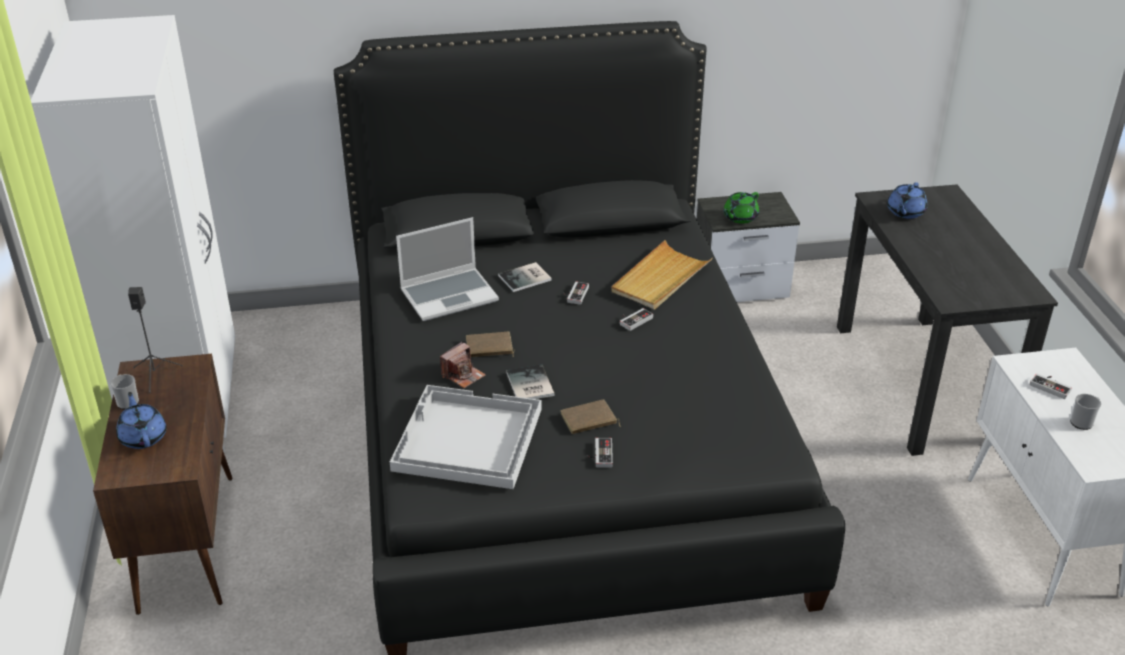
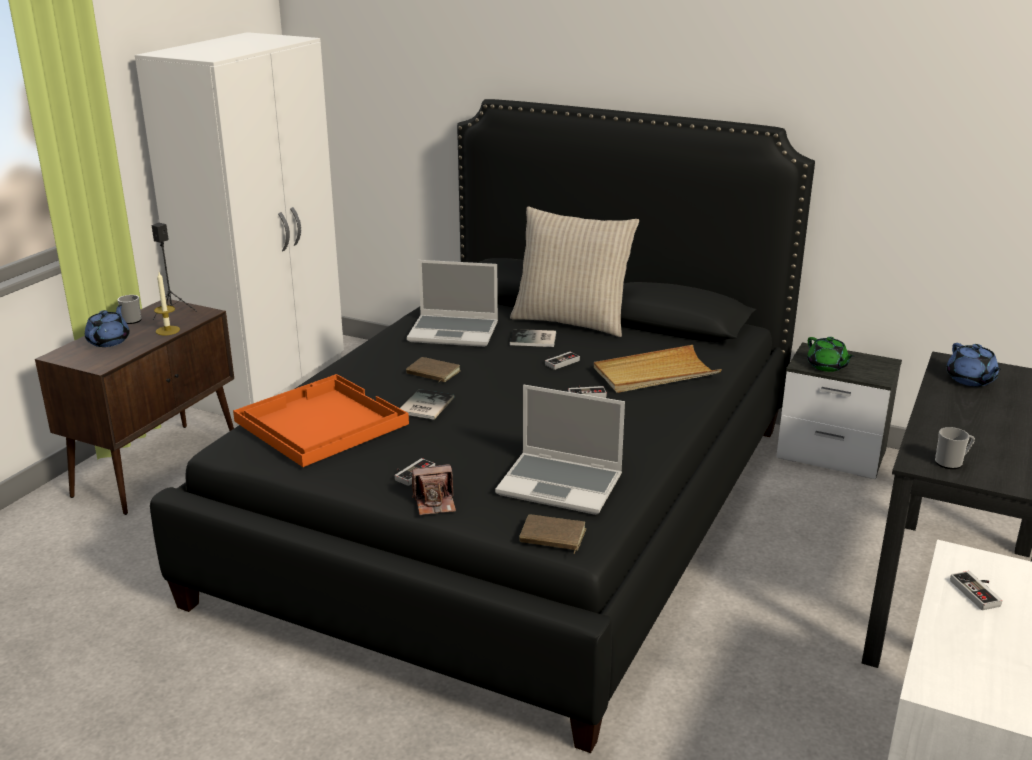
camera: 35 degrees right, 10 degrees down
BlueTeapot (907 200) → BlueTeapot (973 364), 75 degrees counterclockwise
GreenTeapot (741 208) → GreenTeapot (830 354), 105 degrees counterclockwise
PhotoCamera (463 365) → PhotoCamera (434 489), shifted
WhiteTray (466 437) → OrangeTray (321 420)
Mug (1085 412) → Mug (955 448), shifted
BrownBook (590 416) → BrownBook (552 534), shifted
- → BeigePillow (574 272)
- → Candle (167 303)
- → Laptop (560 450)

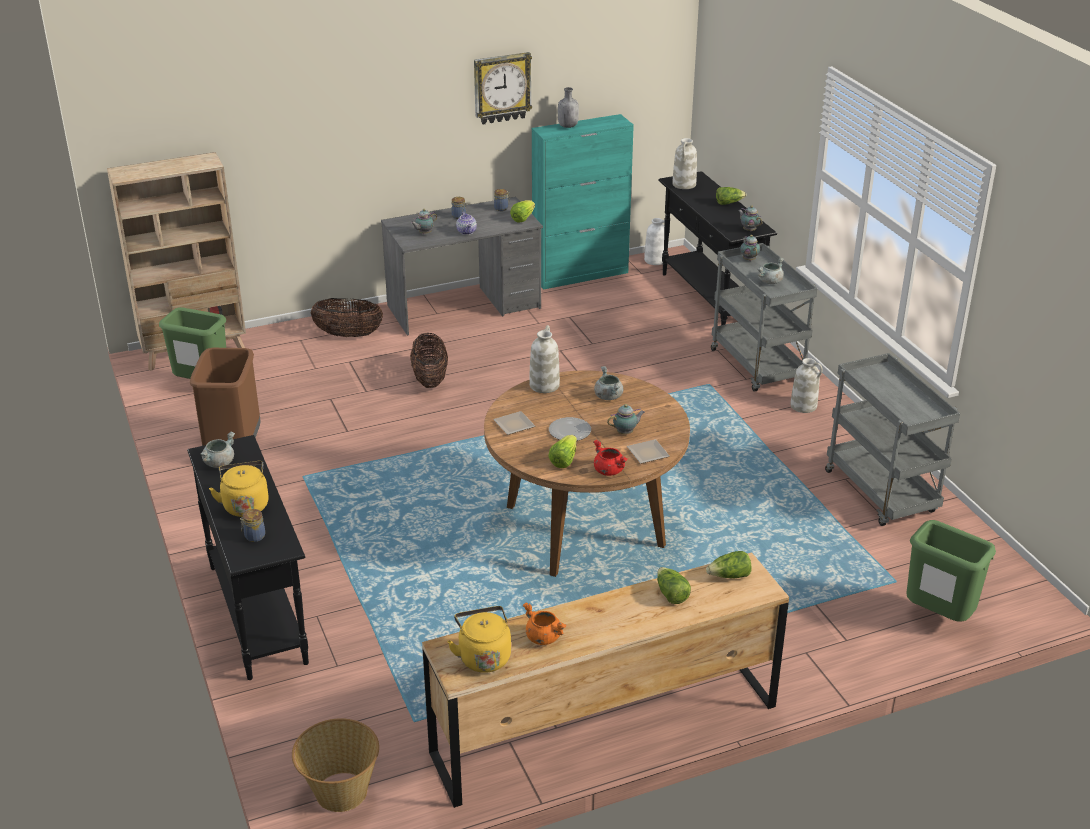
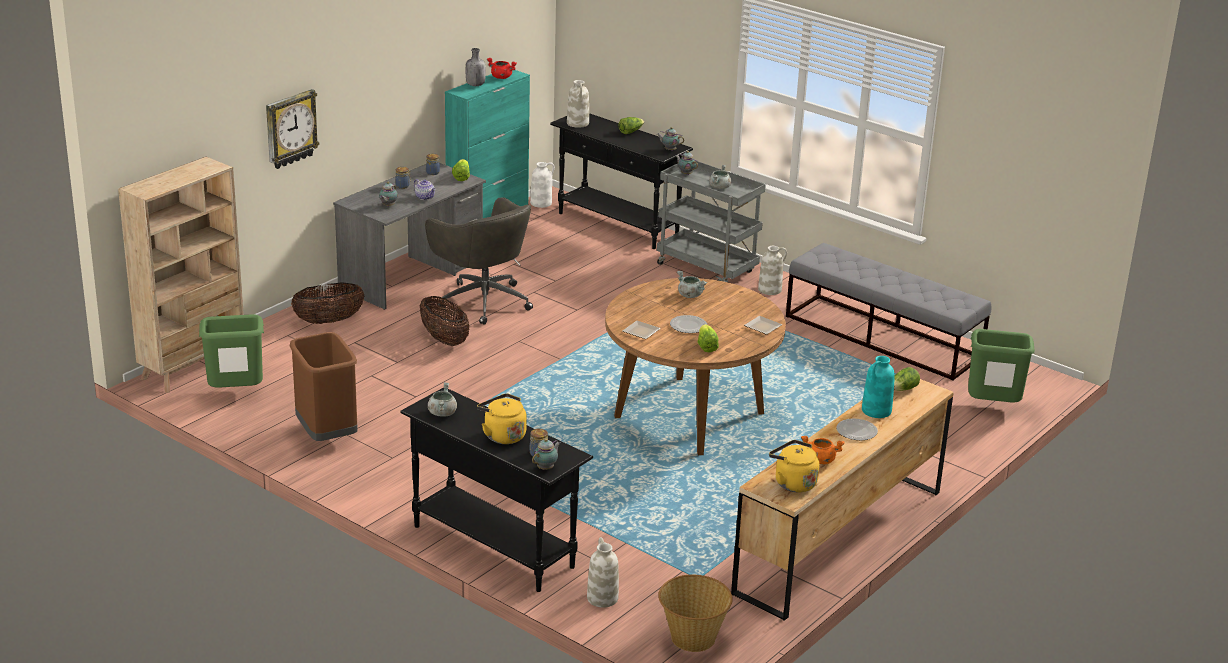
camera: 30 degrees left, 5 degrees down
WallClock (503 88) → WallClock (293 129), shifted
WhiteVase (544 359) → WhiteVase (603 572), shifted
GreyCart (892 439) → GreyBench (888 312)
Teapot (626 419) → Teapot (546 454), shifted
RedCookingPot (610 458) → RedCookingPot (502 68), shifted
Lettuce (674 585) → TurquoiseVase (878 387)
- → GreyOfficeChair (479 261)
- → Plate (857 429)

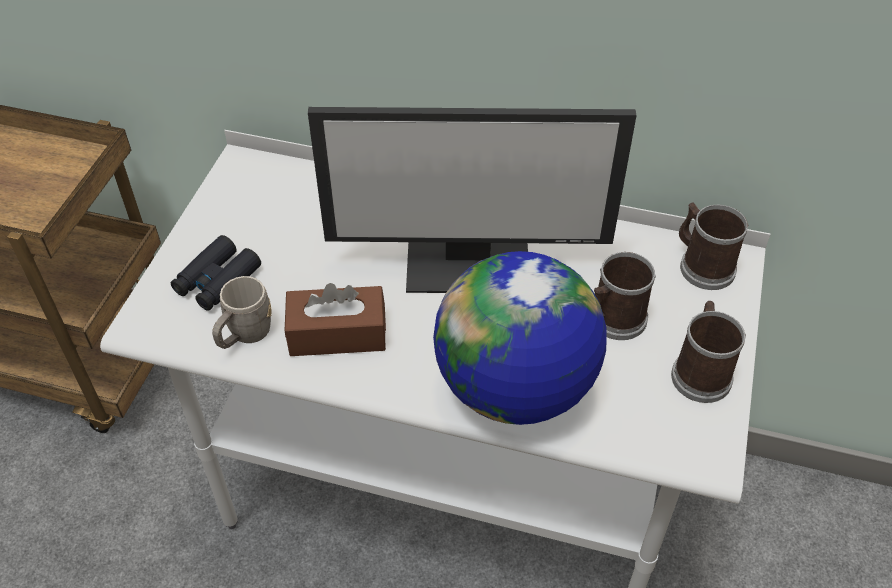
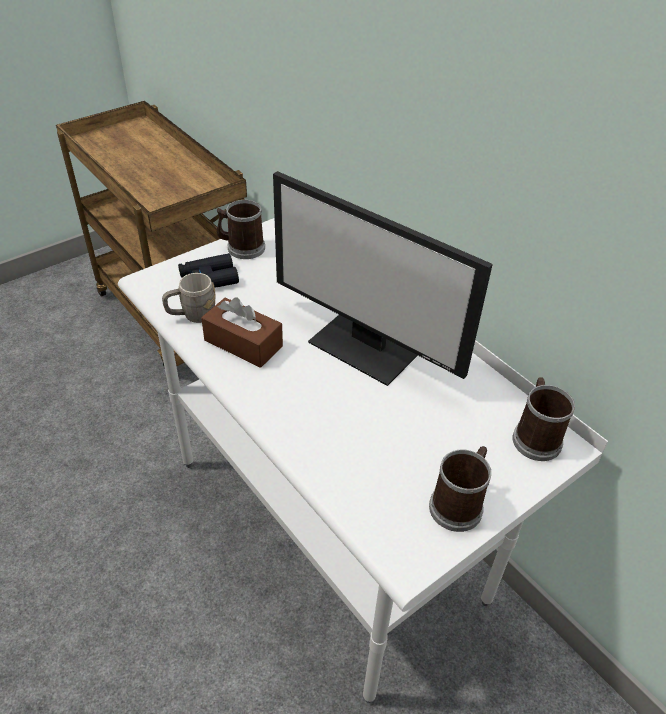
camera: 35 degrees right, 5 degrees down
Globe (520 338) → -
Mug (625 296) → Mug (241 229), shifted

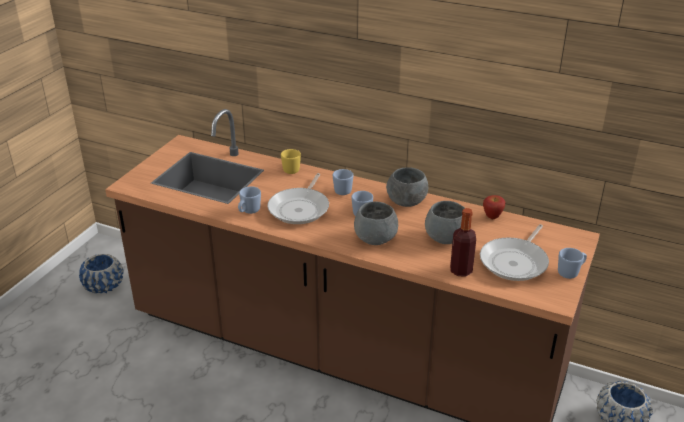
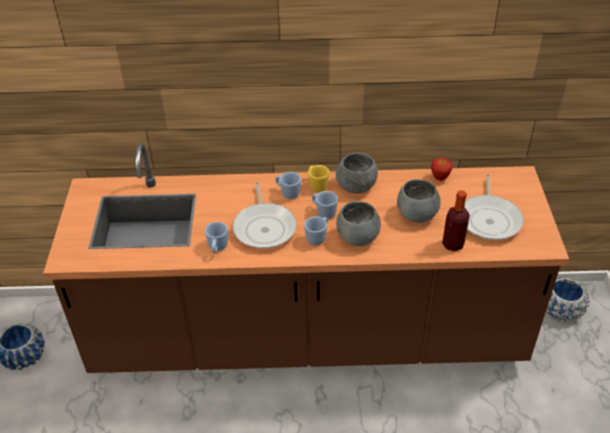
camera: 25 degrees left, 10 degrees up
YellowMug (291 161) → YellowMug (318 178), shifted
BlueMug (572 263) → BlueMug (316 230), shifted

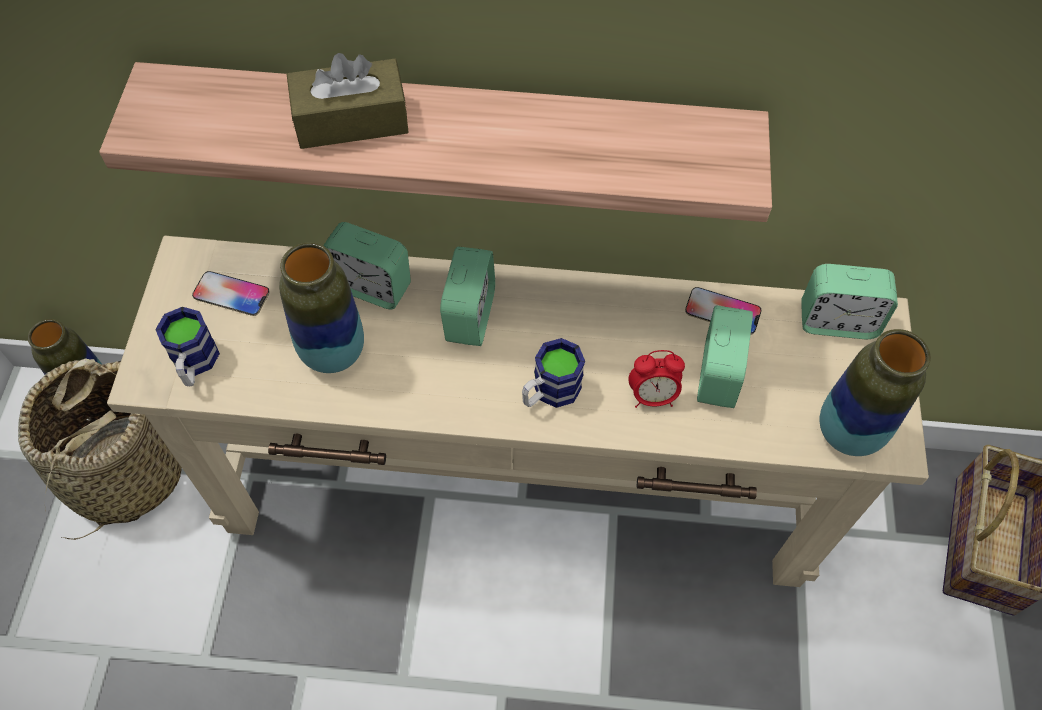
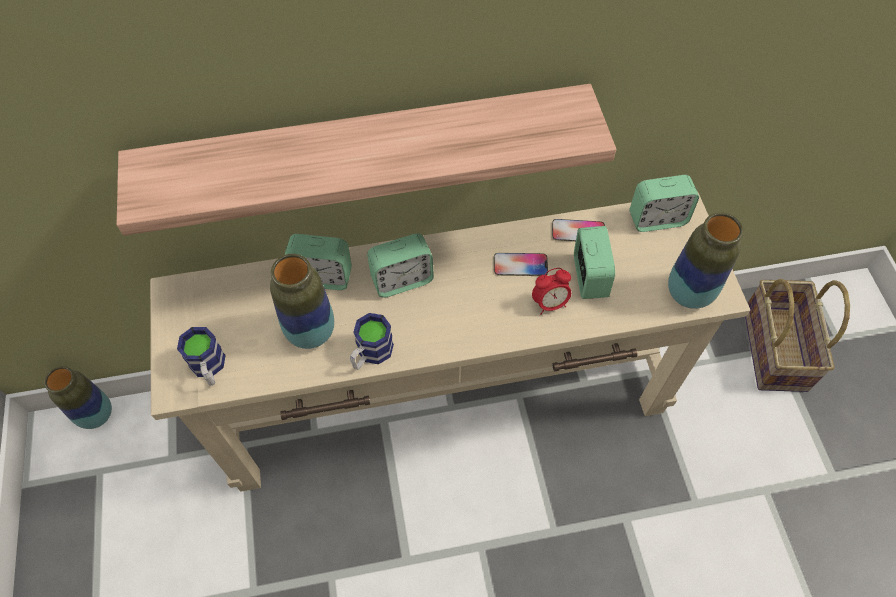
camera: 15 degrees left, 0 degrees up
BrownTissueBox (348 101) → -
AlarmClock (467 296) → AlarmClock (400 265), 75 degrees clockwise
Phone (231 293) → Phone (521 264), shifted
Mug (553 373) → Mug (372 341), shifted
Basket (100 449) → -

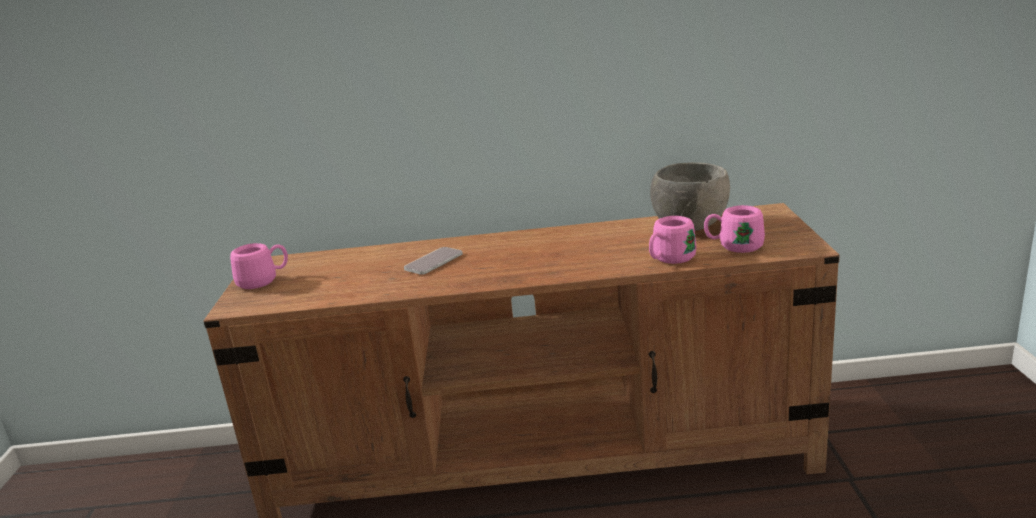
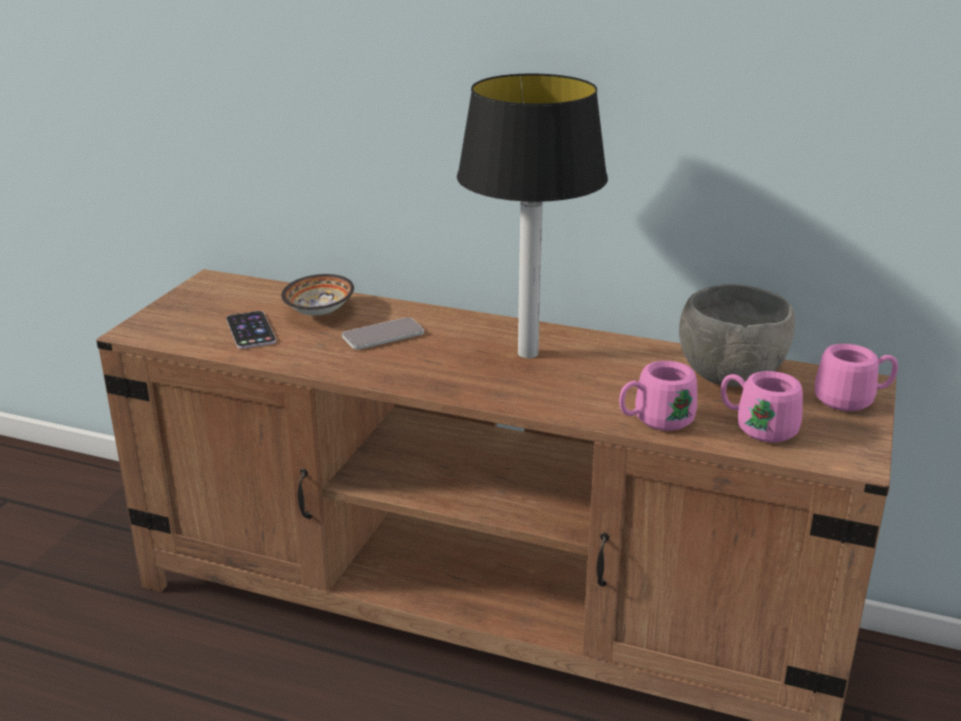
camera: 20 degrees right, 5 degrees up
PinkMug (259 266) → PinkMug (856 377), shifted
- → TableLamp (532 215)
- → Bowl (317 295)
- → Phone (251 330)

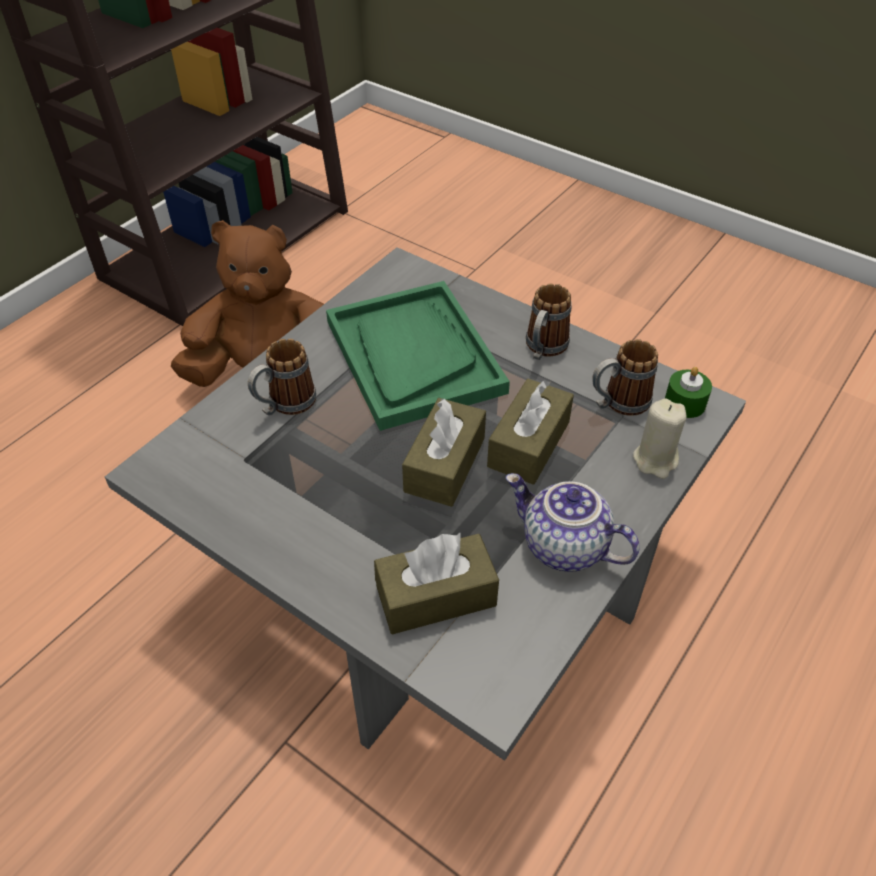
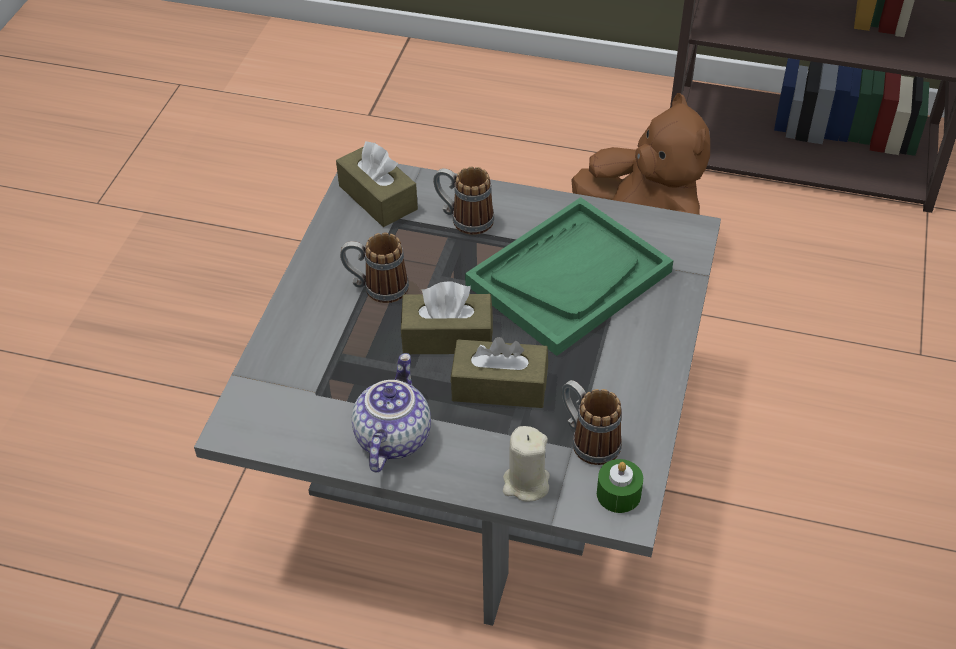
camera: 70 degrees right, 0 degrees up
Mug (549 322) → Mug (374 267), shifted
BrownTissueBox (436 583) → BrownTissueBox (377 184), shifted

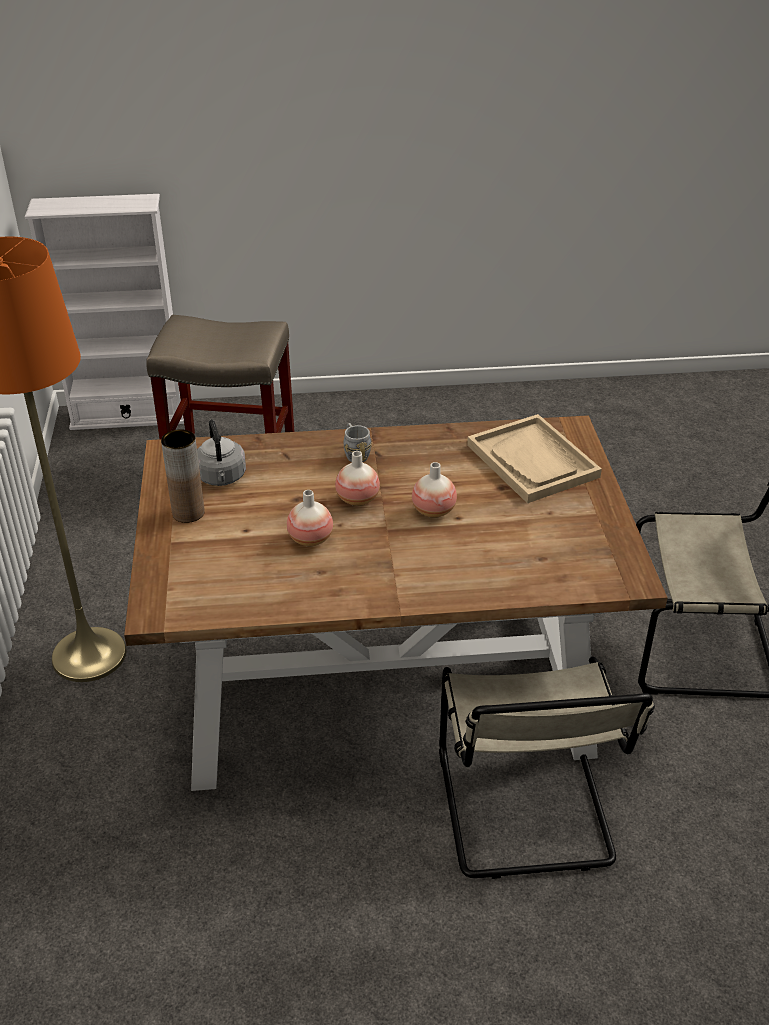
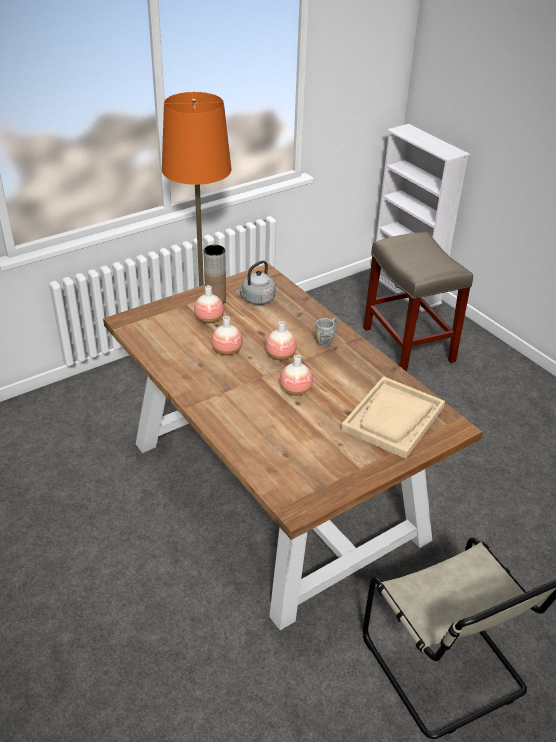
camera: 60 degrees right, 0 degrees up
BeigeChair (547 767) → -
- → Vase (209 304)

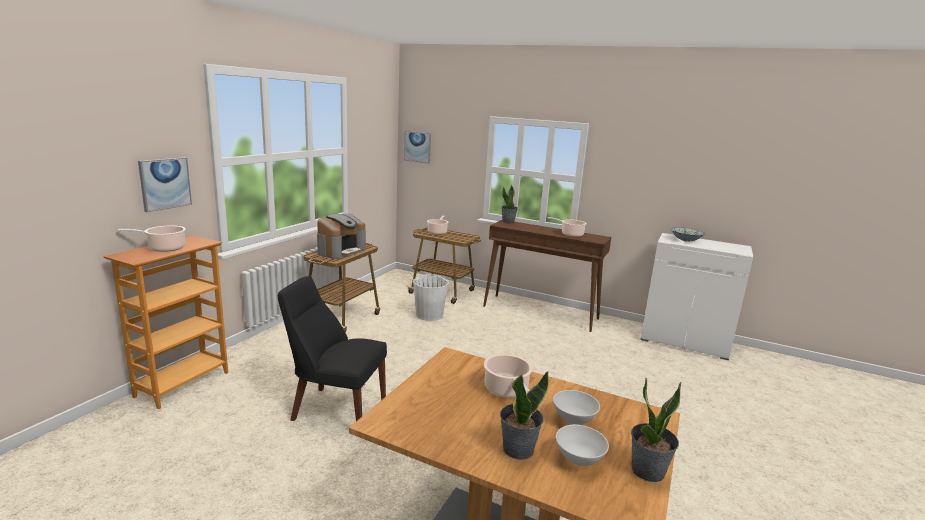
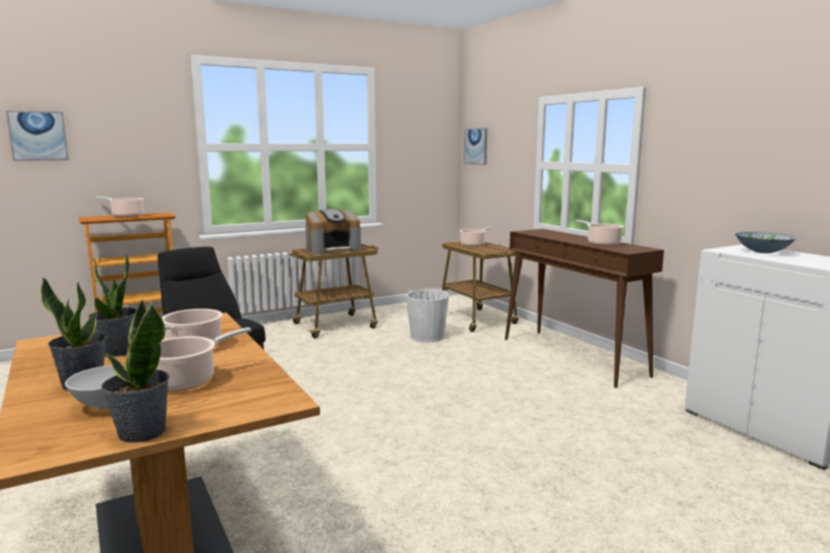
camera: 35 degrees right, 5 degrees down
Picture (165 184) → Picture (37 136), shifted
PottedPlant (510 204) → PottedPlant (112 305), shifted
WhiteBowl (576 407) → CookingPot (203 359)

